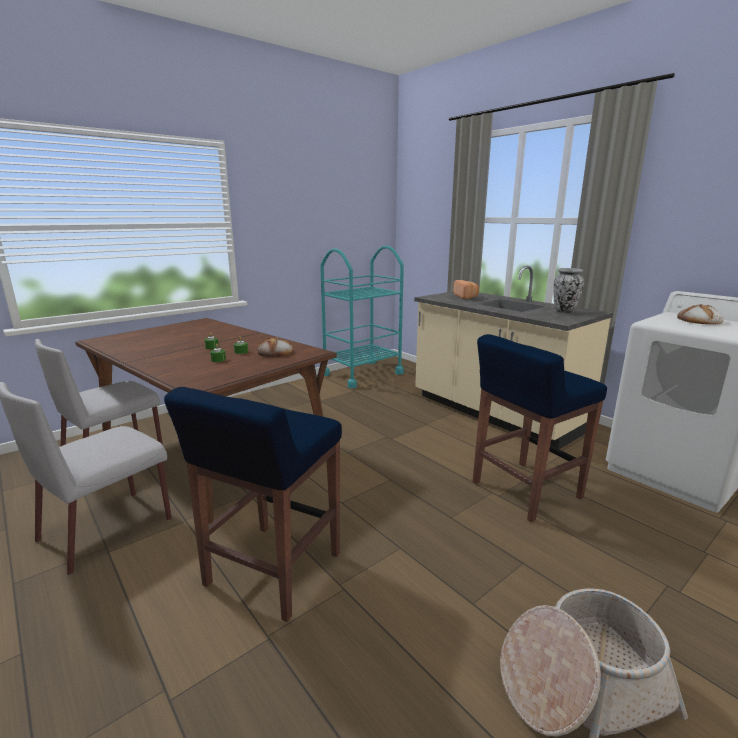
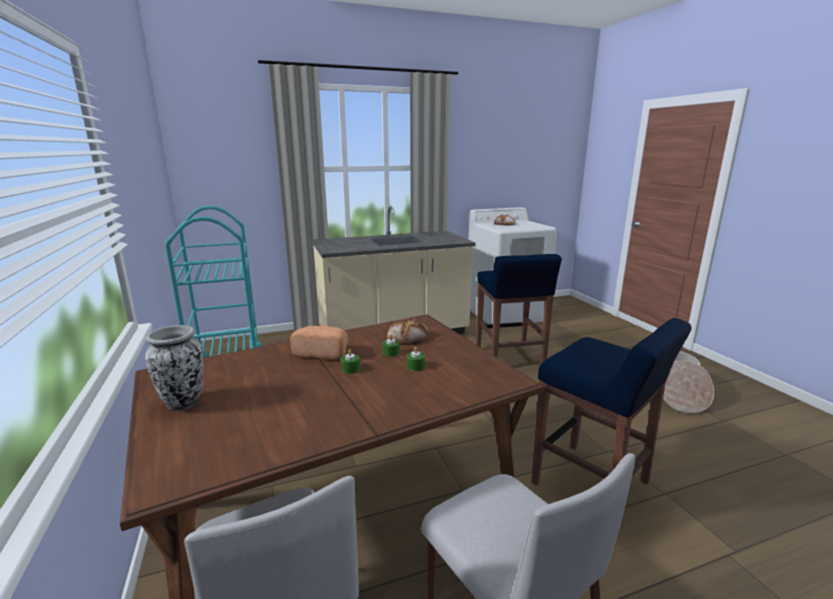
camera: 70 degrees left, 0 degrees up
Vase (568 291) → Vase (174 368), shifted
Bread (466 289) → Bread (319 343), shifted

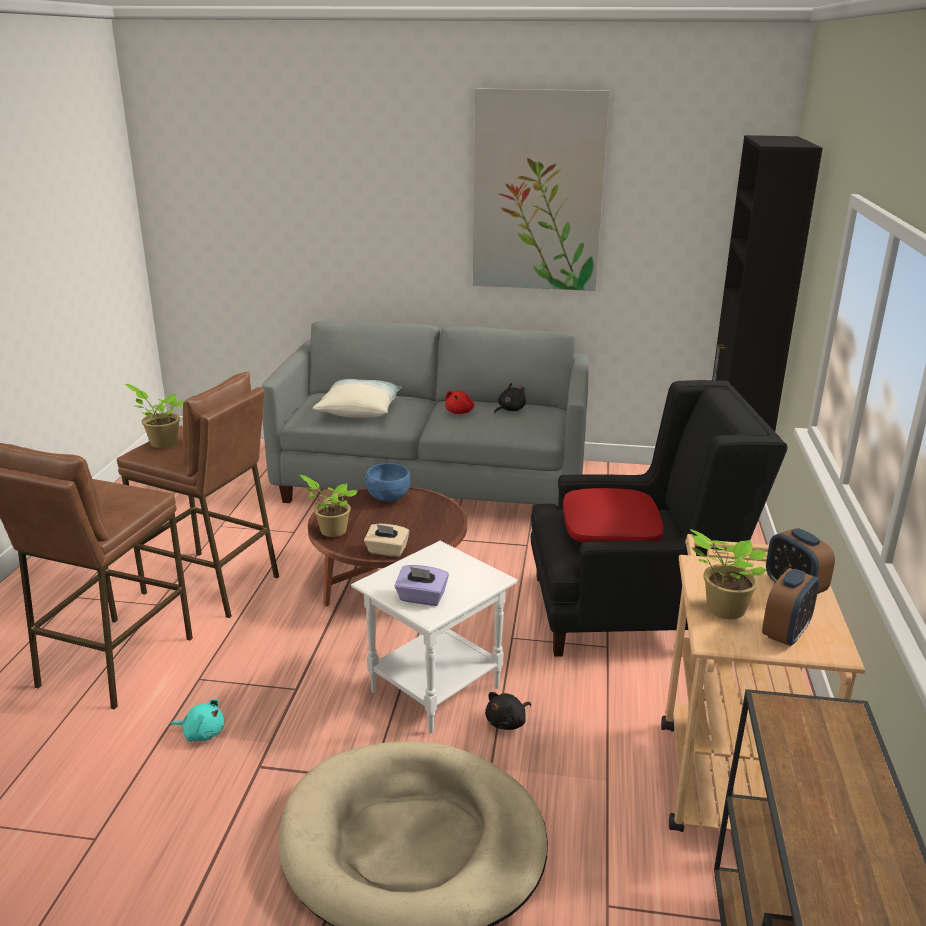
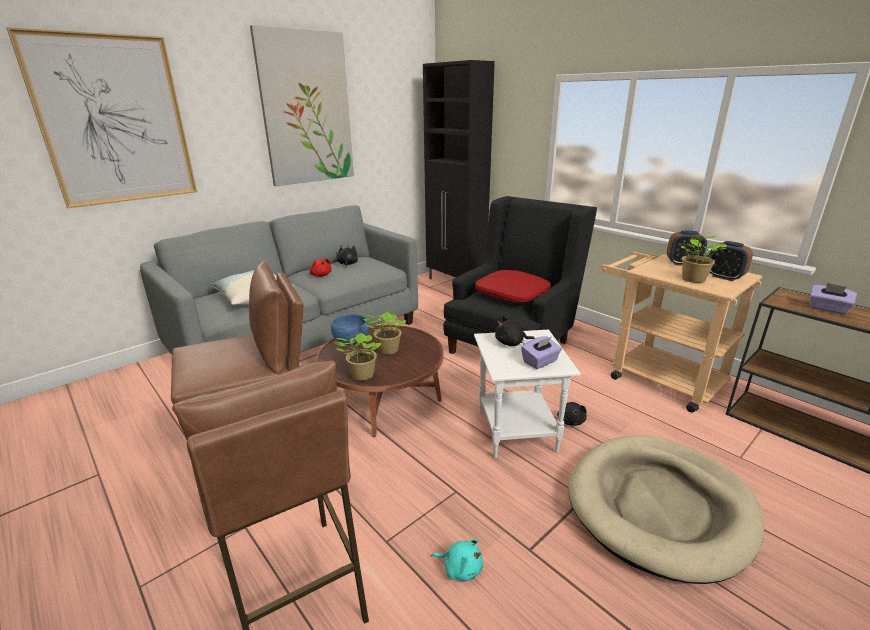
camera: 50 degrees left, 0 degrees up
PottedPlant (154 416) → PottedPlant (384 333), shifted
BeigeTissueBox (386 540) → -
AlarmClock (790 607) → AlarmClock (730 261), 150 degrees clockwise
TurquoisePlushToy (198 720) → TurquoisePlushToy (457 560), 60 degrees clockwise
- → Picture (102 117)
- → PurpleTissueBox (833 299)
- → BlackPlushToy (515 331)

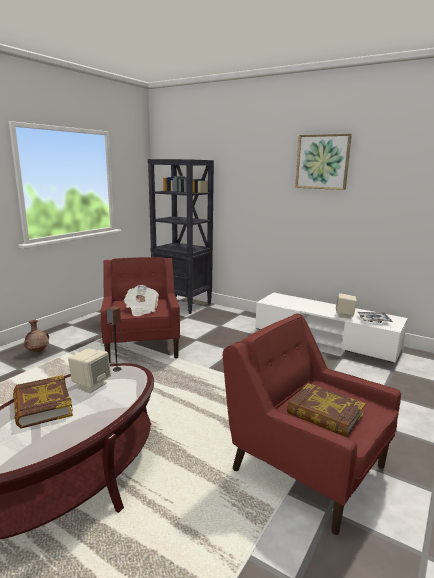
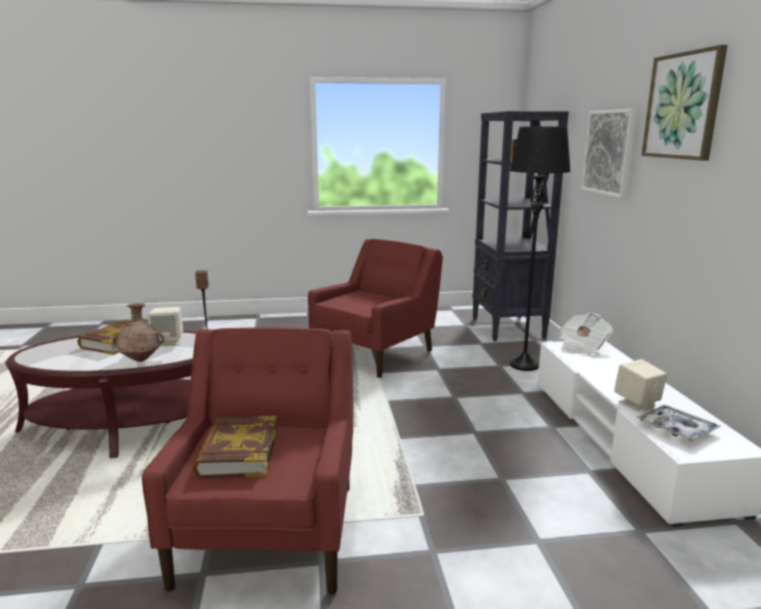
camera: 50 degrees right, 0 degrees up
Newspaper (141 300) → Newspaper (586 333), shifted
BrownVase (36 336) → BrownVase (138 332), shifted
- → Picture (609 153)
- → BlackFloorLamp (540 249)

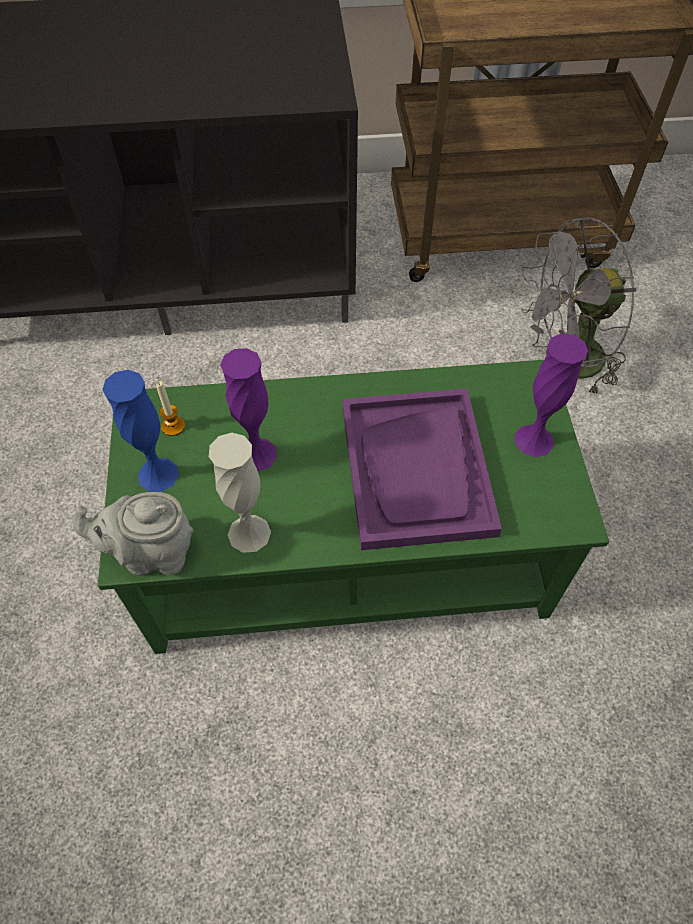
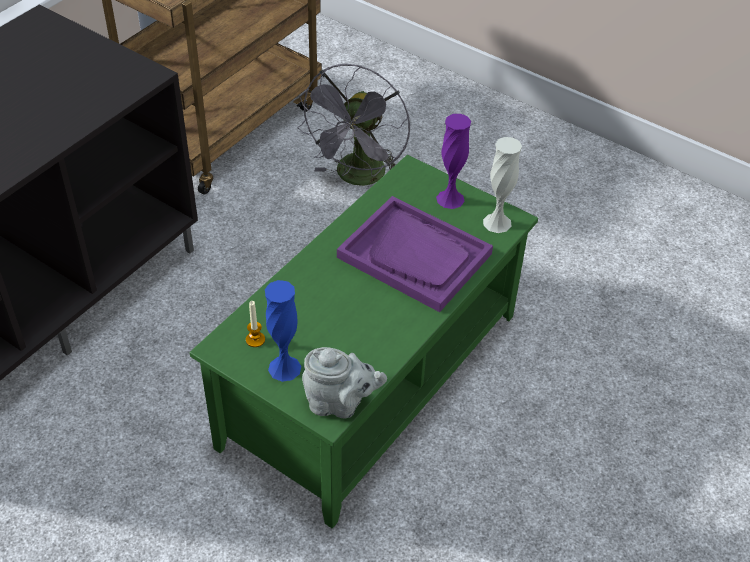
camera: 50 degrees left, 10 degrees down
PurpleVase (248 409) → -
WhiteVase (240 493) → WhiteVase (502 185), shifted
GreyTeapot (133 534) → GreyTeapot (344 382), 120 degrees counterclockwise

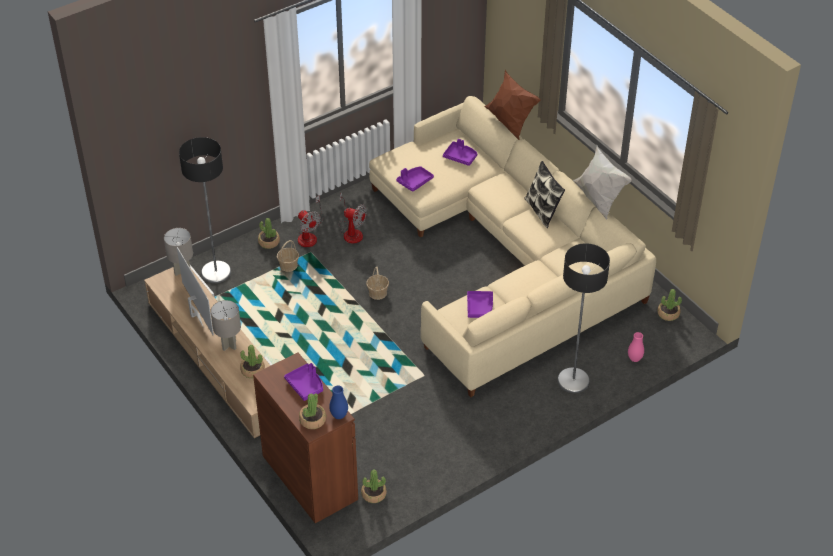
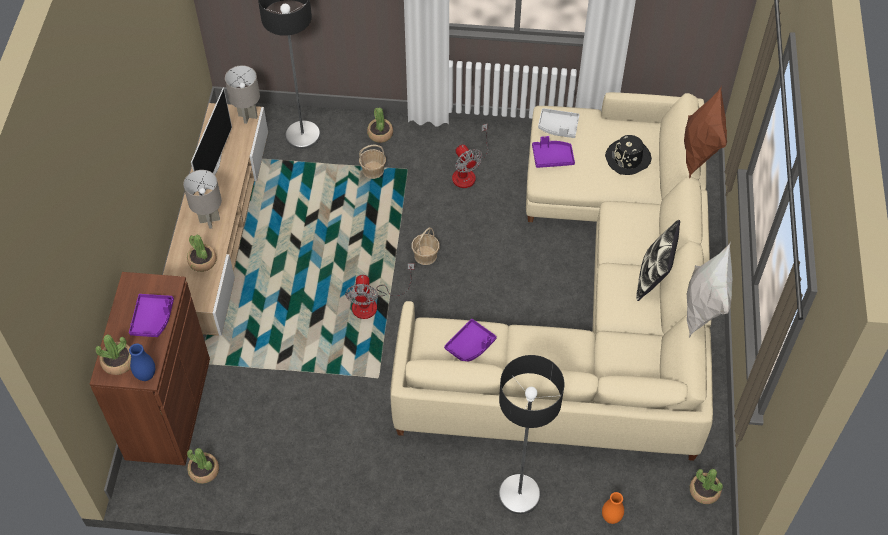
camera: 40 degrees right, 10 degrees up
PurpleTray (460 152) → BlackHat (628 155)
Fan (310 221) → Fan (379 291), shifted
PinkVase (636 347) → OrangeVase (613 508)
- → GreyTray (558 123)

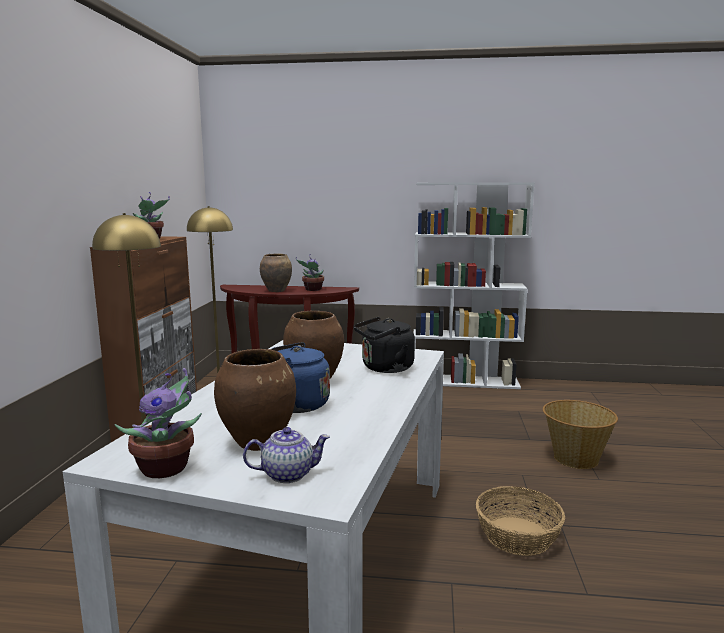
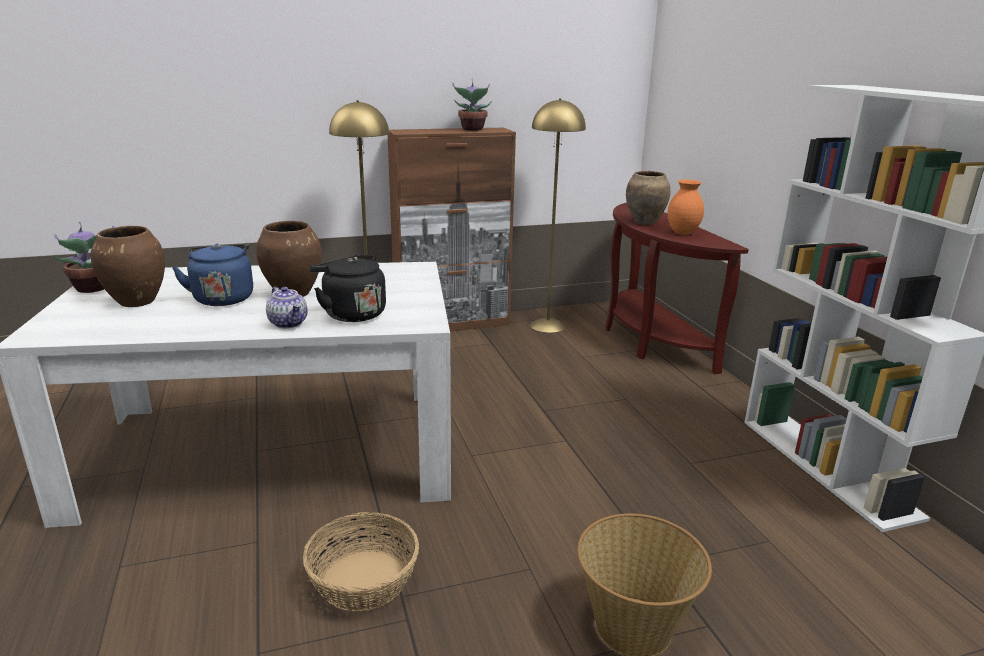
camera: 65 degrees right, 10 degrees up
PottedPlant (310 272) → OrangeVase (686 207)
Teapot (286 455) → Teapot (287 307), shifted

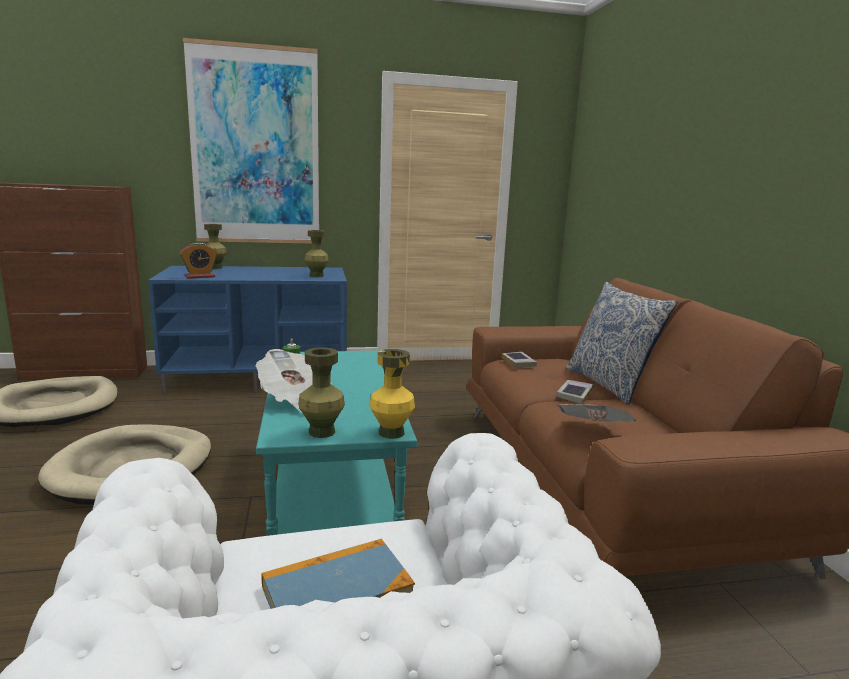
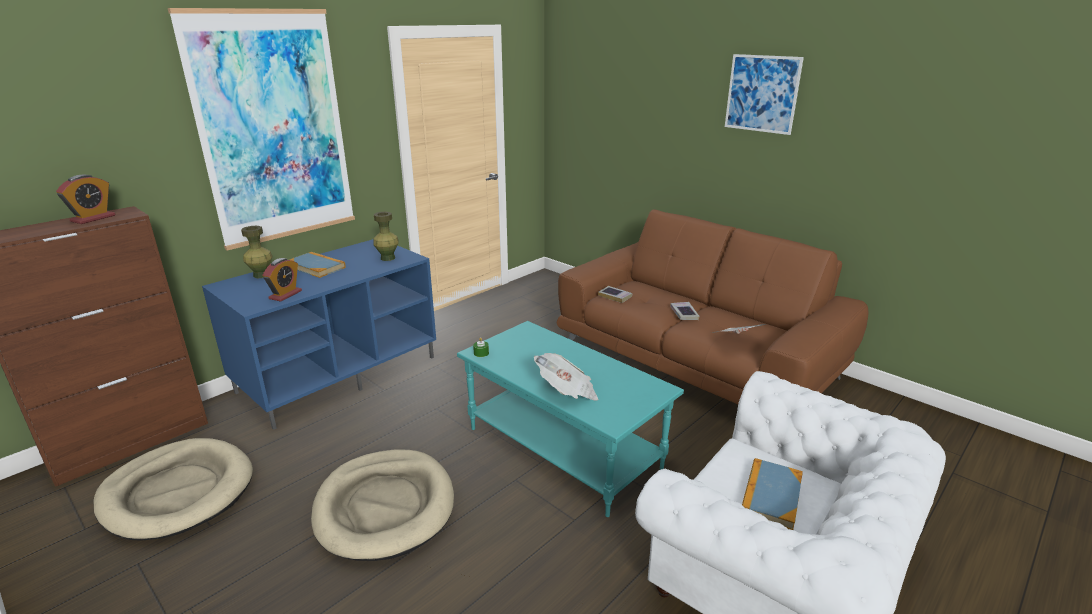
camera: 35 degrees left, 10 degrees up
Pillow (622 343) → -
GreenVase (321 392) → -
YellowVase (392 394) → -
- → Picture (764 94)
- → AlarmClock (86 199)
- → Book (317 265)

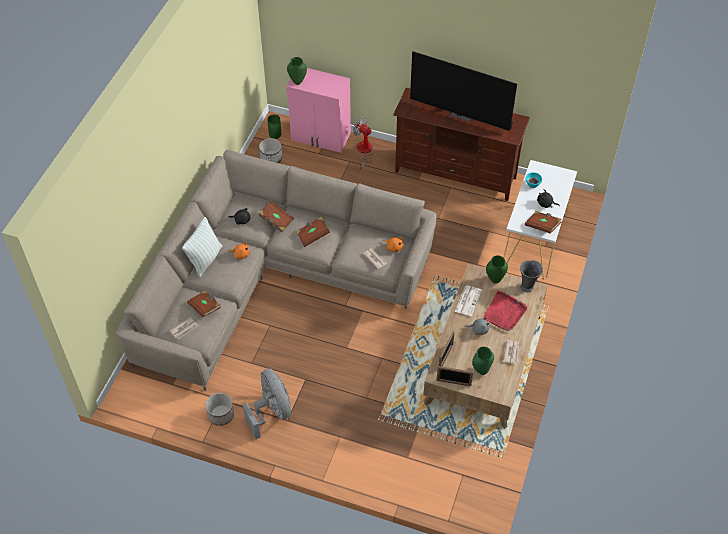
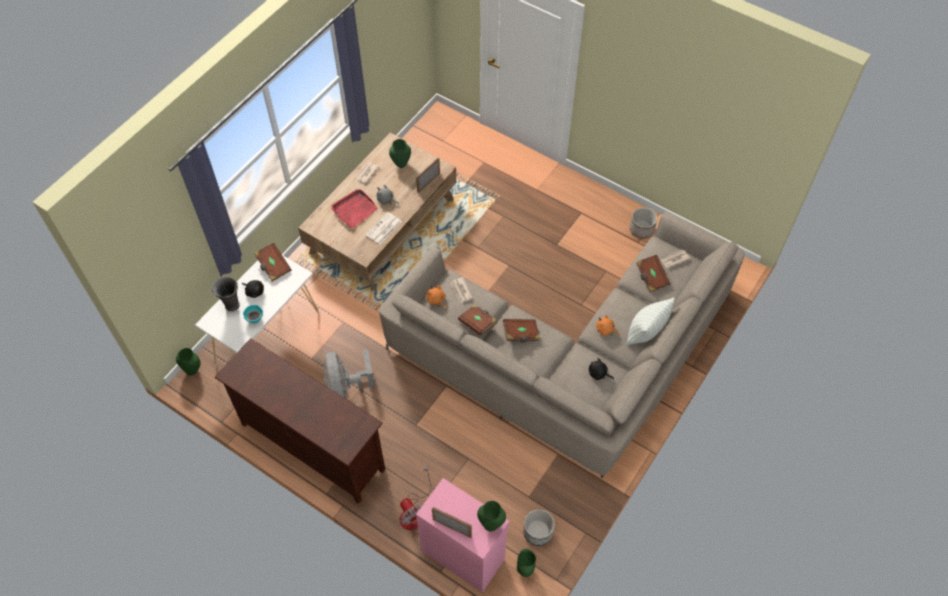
camera: 165 degrees left, 5 degrees up
Television (463 91) → -
BrownBook (276 216) → BrownBook (477 320), shifted
GreenVase (497 269) → GreenVase (188 362), shifted
GreyVase (531 276) → GreyVase (226 294), shifted
PictureFrame (454 376) → PictureFrame (452 522), shifted
GreyFan (267 404) → GreyFan (349 375), shifted

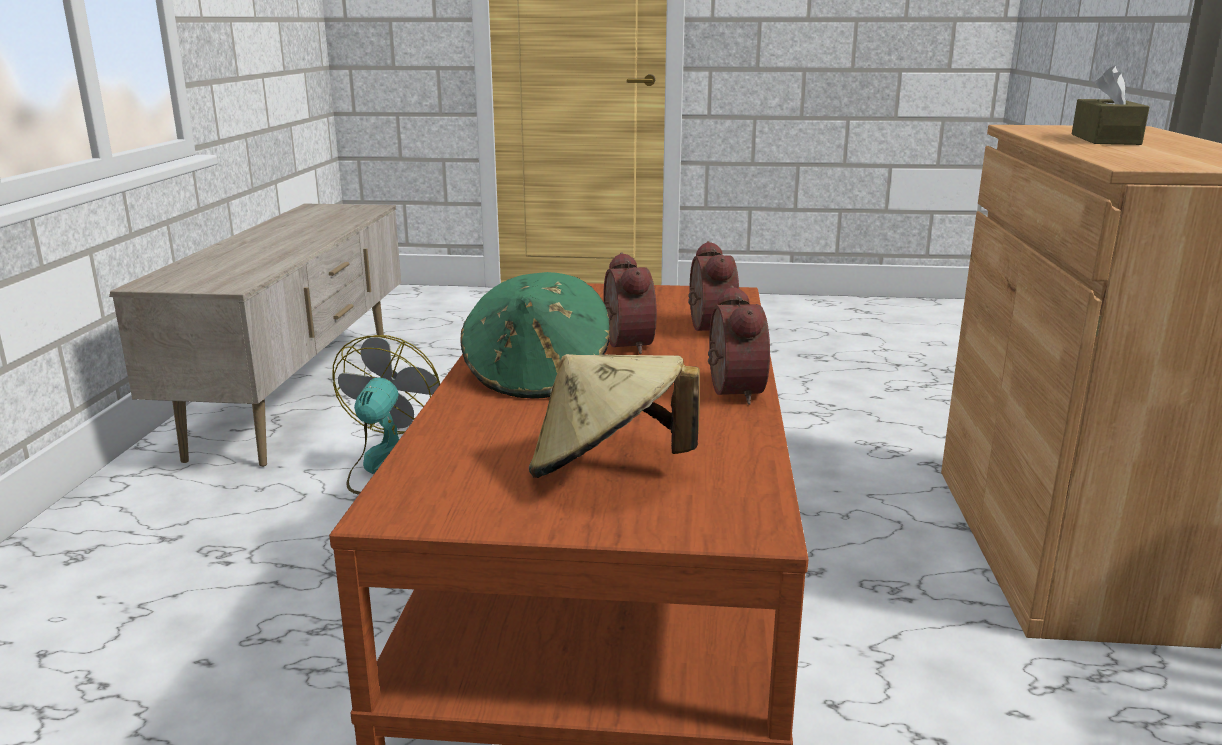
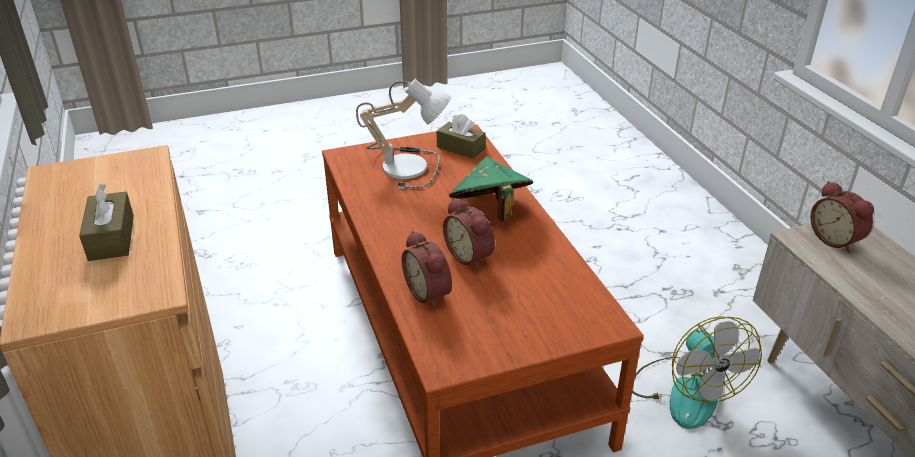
camera: 155 degrees right, 15 degrees up
AlarmClock (739 345) → AlarmClock (842 217), shifted
BeigeHat (614 416) → TableLamp (403 134)
- → BrownTissueBox (461 136)

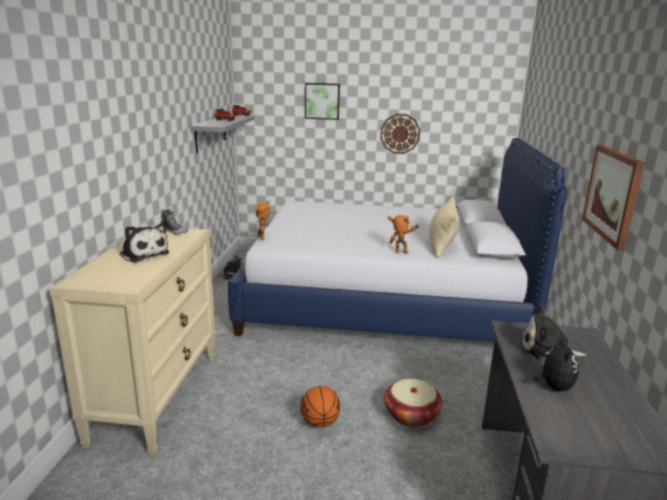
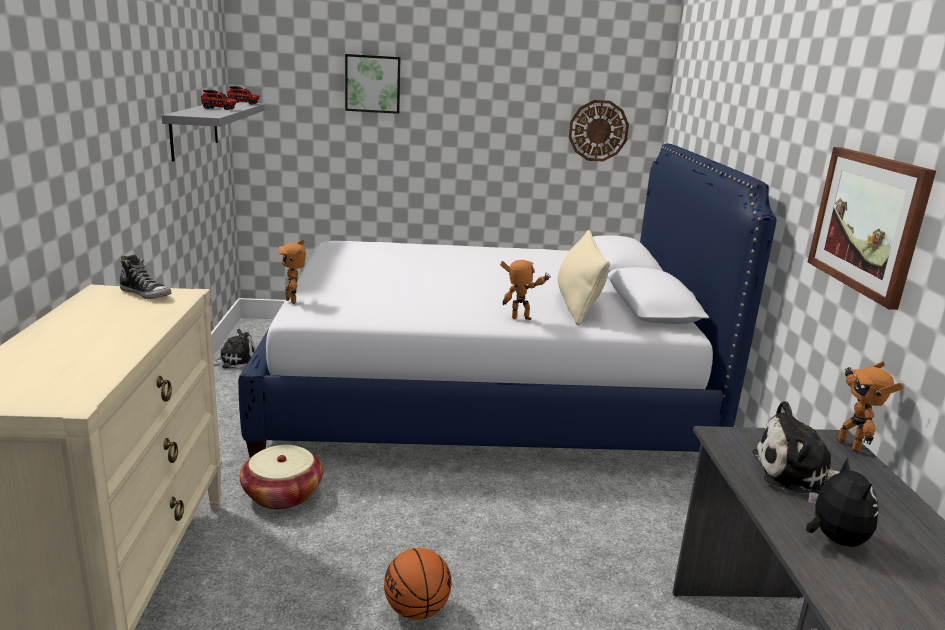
camera: 10 degrees left, 0 degrees up
WallClock (400 134) → WallClock (599 131), shifted
PlushToy (144 243) → -
Basket (413 403) → Basket (281 477), shifted
- → ToyRobot (869 406)

